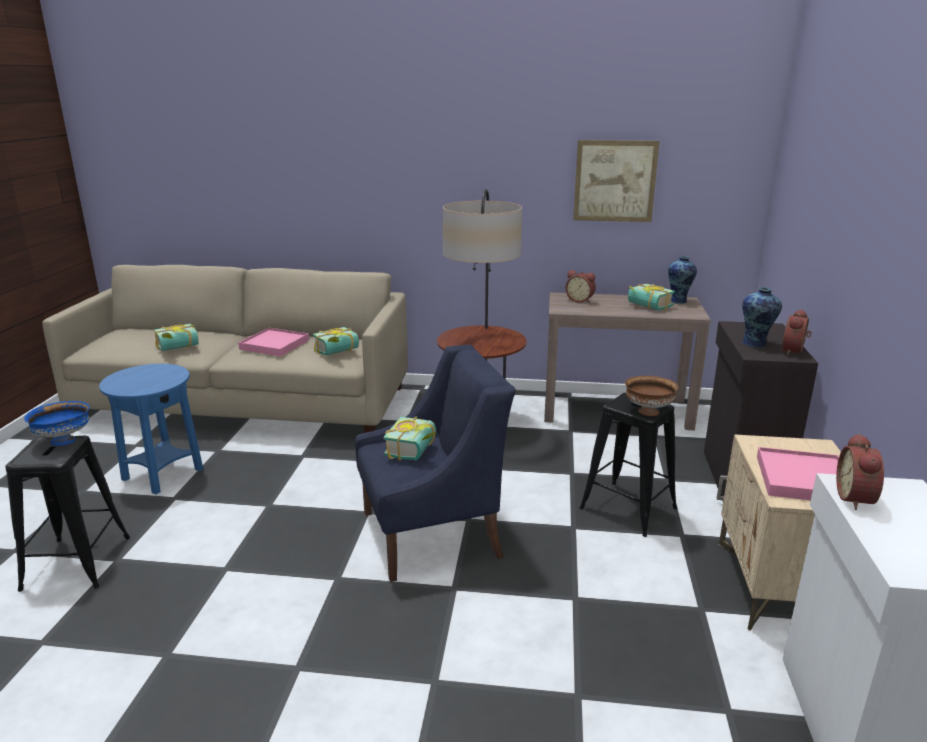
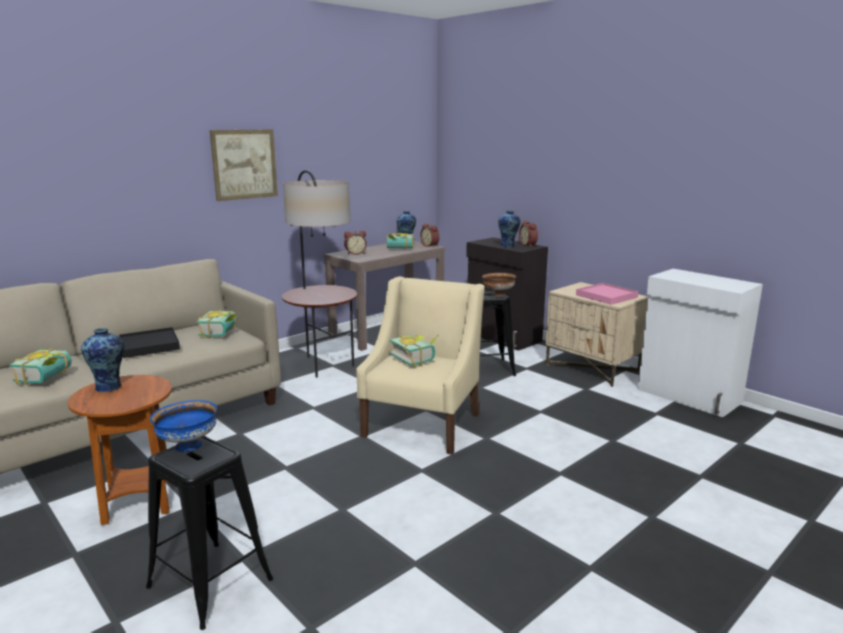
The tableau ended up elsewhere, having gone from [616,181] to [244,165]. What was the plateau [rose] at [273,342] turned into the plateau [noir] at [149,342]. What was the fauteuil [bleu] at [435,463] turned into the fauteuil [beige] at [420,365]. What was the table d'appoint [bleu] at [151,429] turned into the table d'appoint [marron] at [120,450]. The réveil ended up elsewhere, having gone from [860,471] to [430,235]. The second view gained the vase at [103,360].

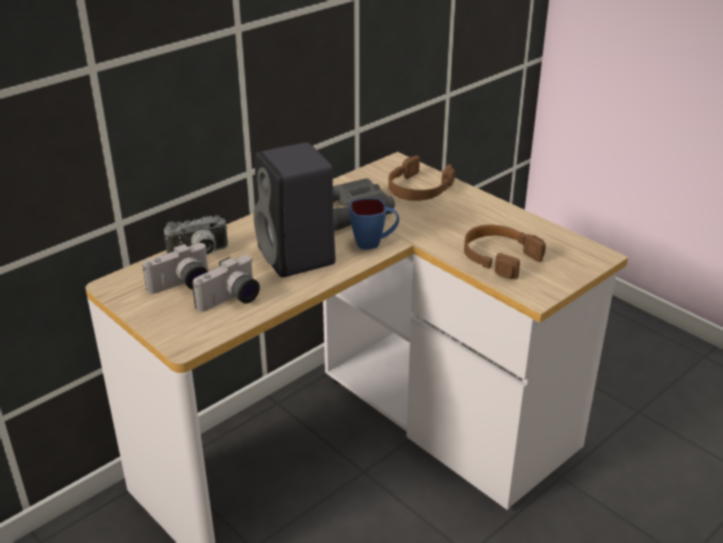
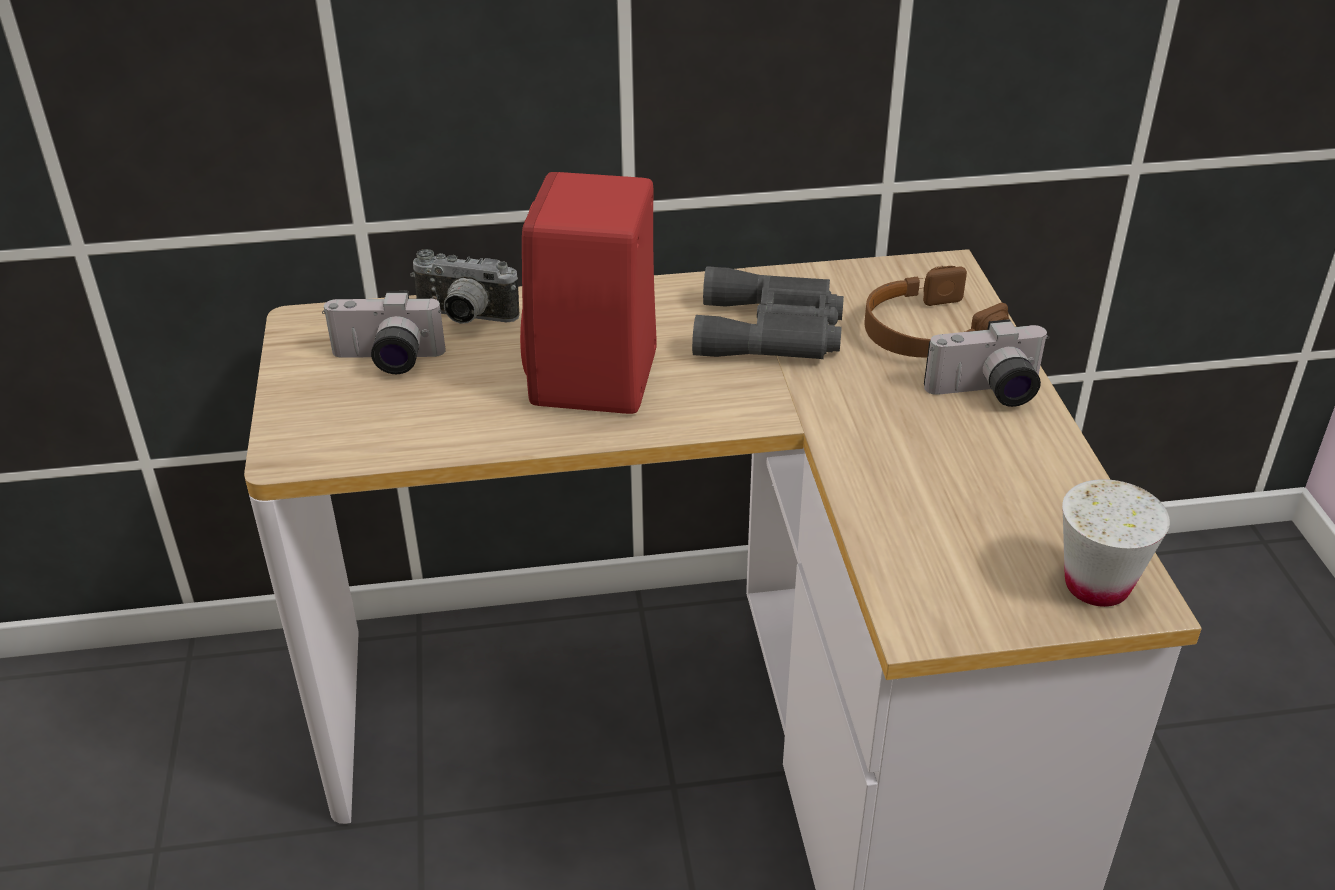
What was the enceinte [noir] at [295,209] turned into the enceinte [rouge] at [588,293]. The second view lost the mug [bleu] at [374,224]. The second view lost the casque audio [marron] at [505,252]. The appareil photo ended up elsewhere, having gone from [226,283] to [986,363]. The second view gained the tasse [blanc] at [1116,543].

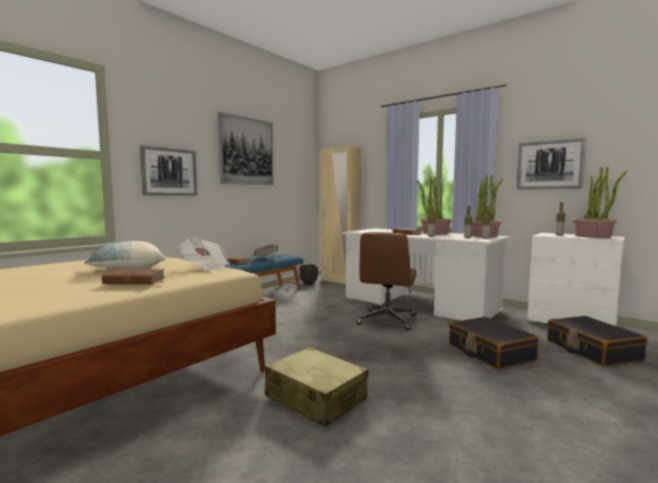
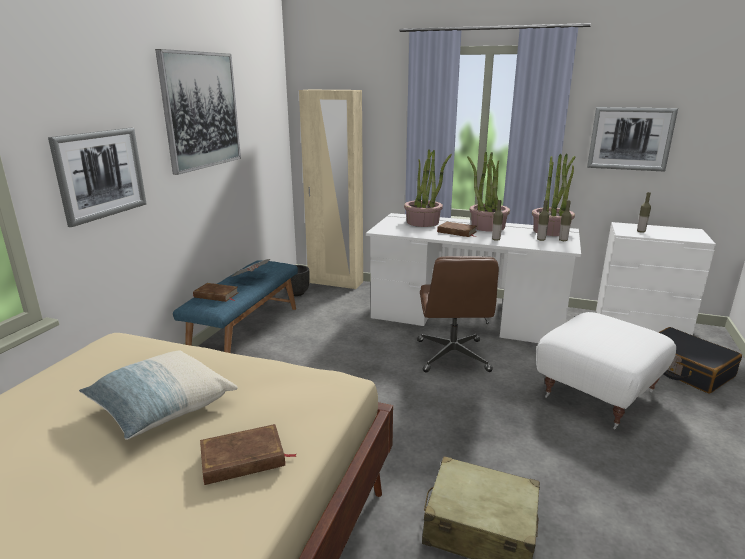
The plante en pot ended up elsewhere, having gone from [599,202] to [428,188]. The second view lost the journal at [204,254]. Where the valise [noir] stood at [494,343], the pouf [blanc] came to stand at [606,371].

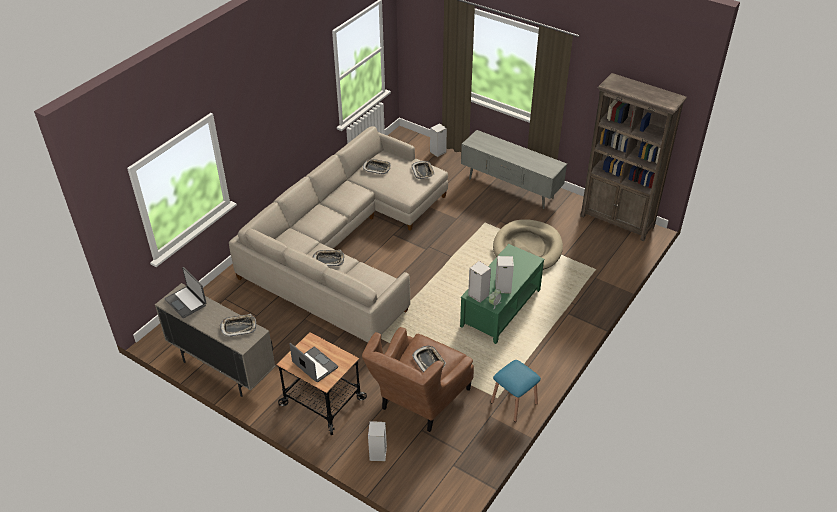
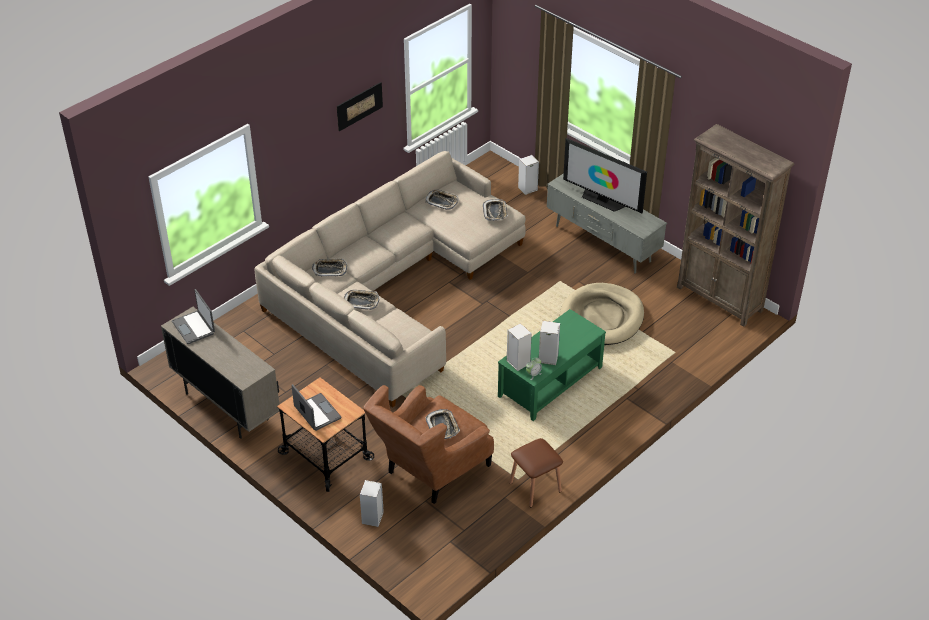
The plateau ended up elsewhere, having gone from [238,325] to [329,267]. What was the tabouret [bleu] at [516,391] turned into the tabouret [marron] at [536,472]. The second view gained the tableau at [360,106]. The second view gained the téléviseur at [605,175].

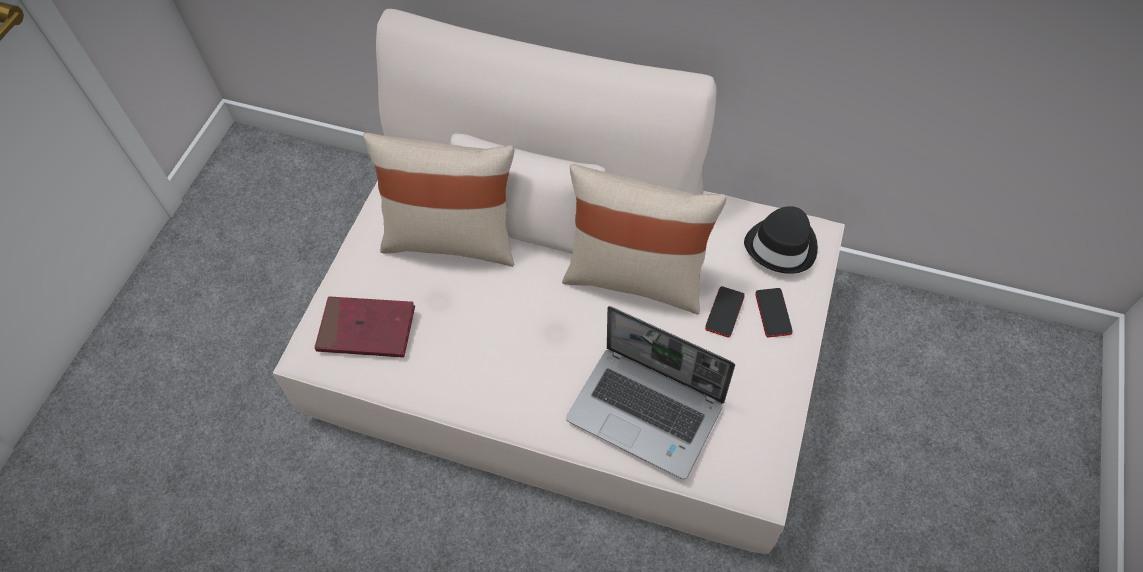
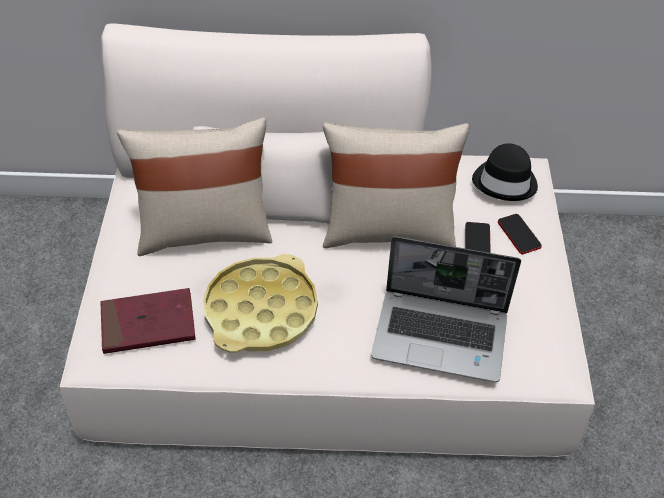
The second view gained the plateau [jaune] at [260,303].

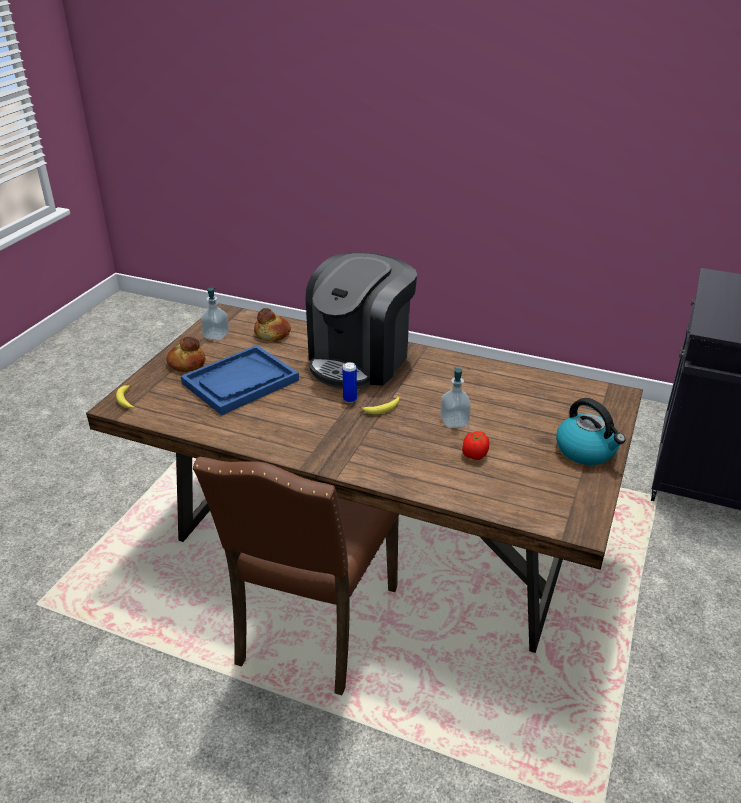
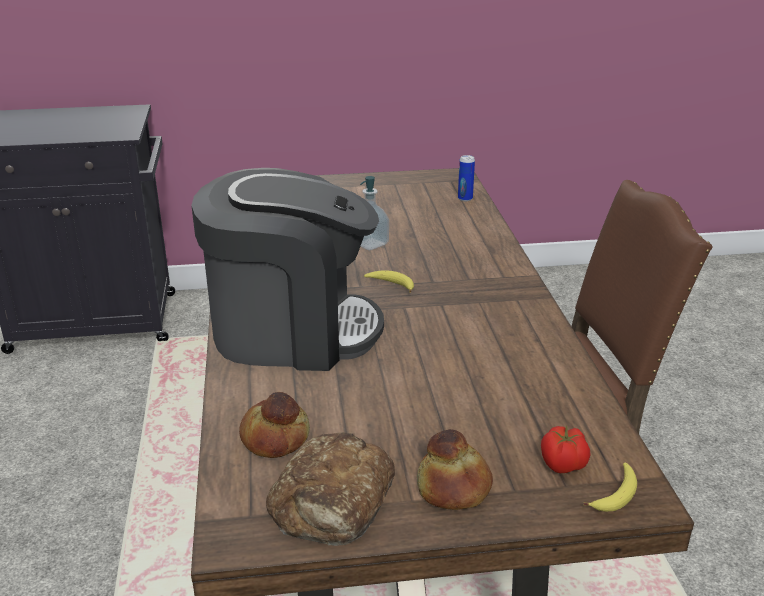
Where the distributeur de savon stood at [215,314], the pain came to stand at [330,489]. The second view lost the plateau [bleu] at [240,380]. The boîte métallique ended up elsewhere, having gone from [349,382] to [466,178]. The second view lost the bouilloire at [591,431]. The tomate ended up elsewhere, having gone from [475,445] to [566,449].

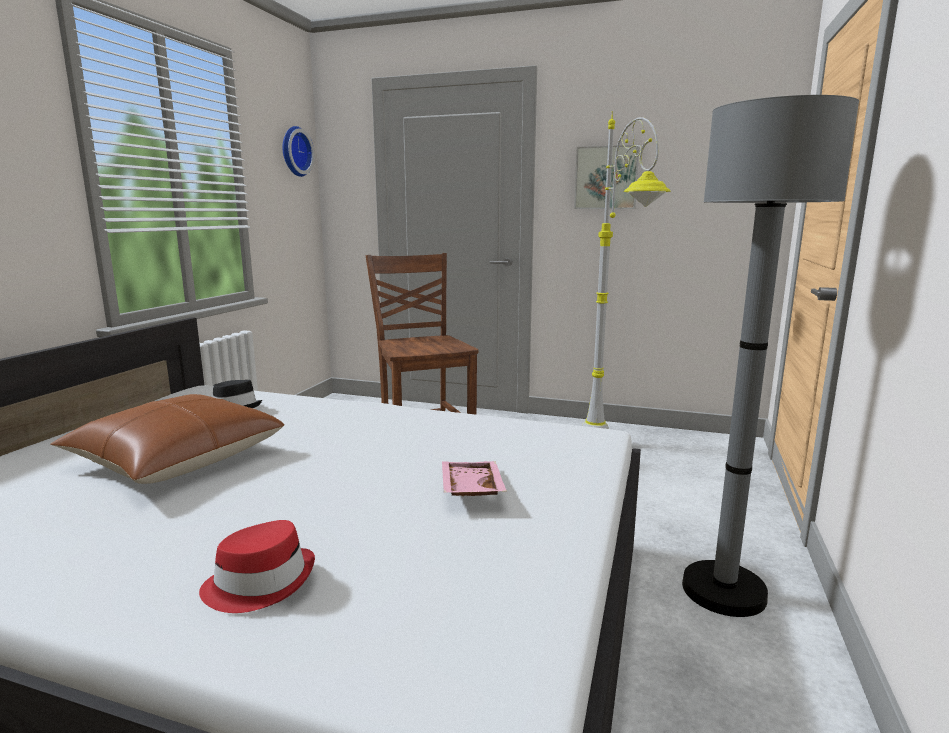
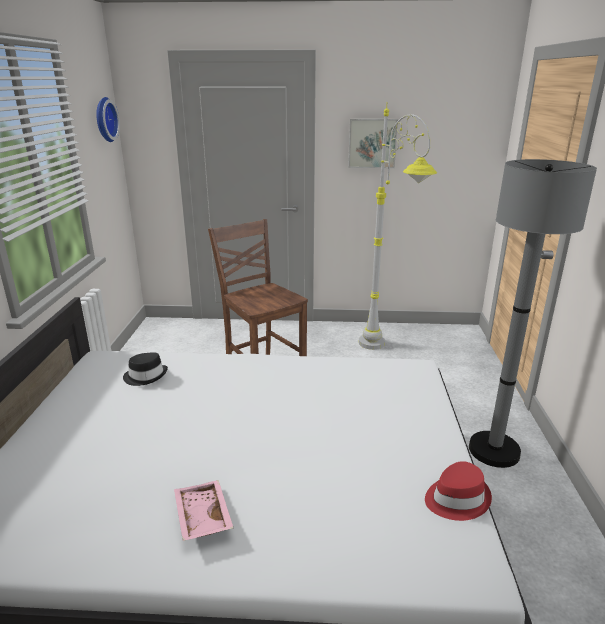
The second view lost the coussin [marron] at [167,439]. The plateau [rose] ended up elsewhere, having gone from [474,478] to [203,510]. The chapeau [rouge] ended up elsewhere, having gone from [257,566] to [458,491].

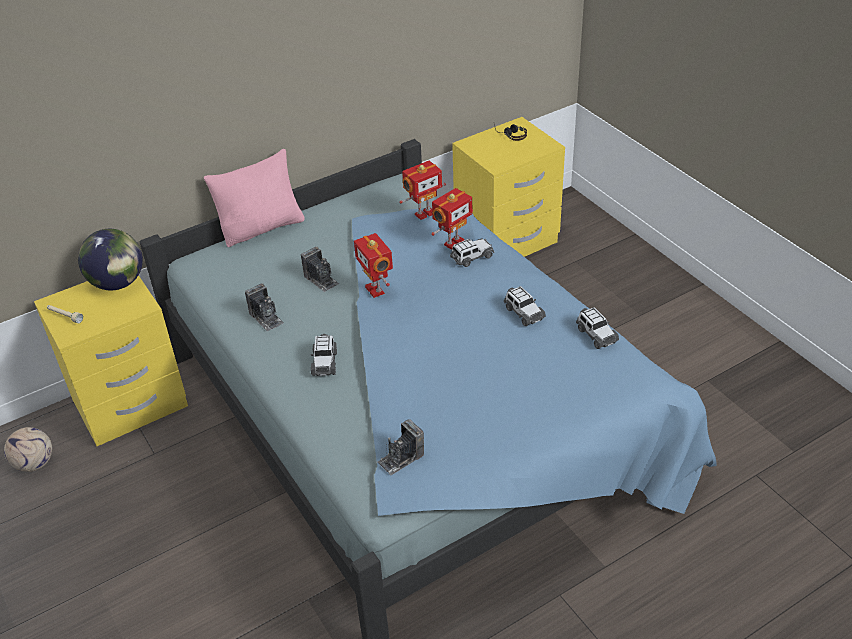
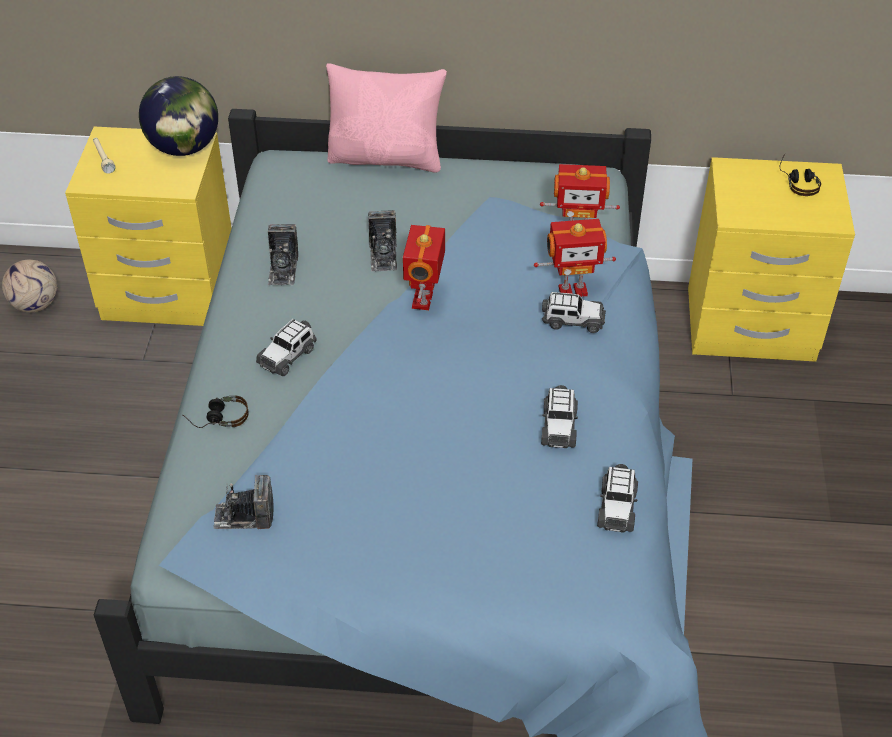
The second view gained the casque audio at [216,412].

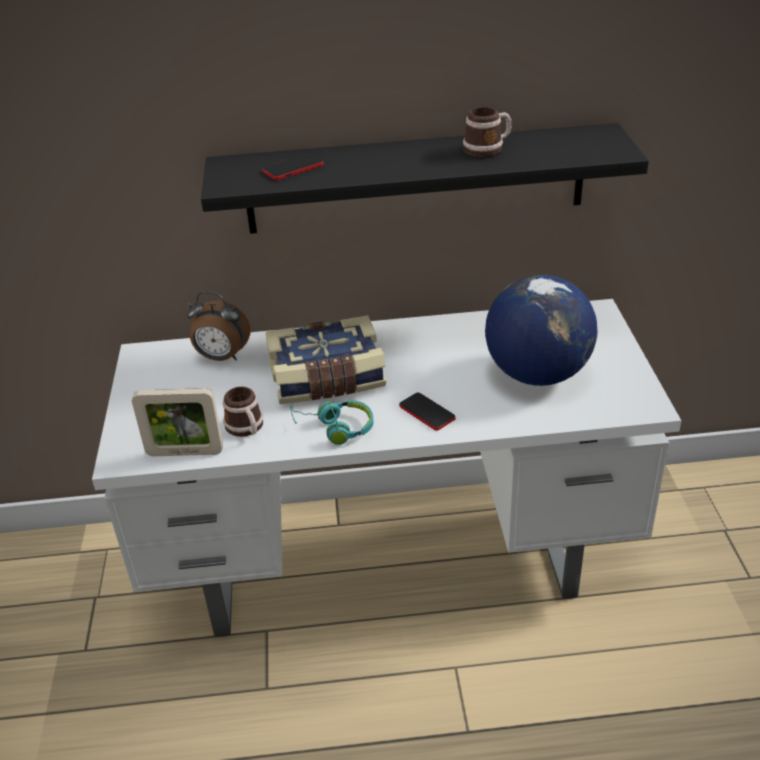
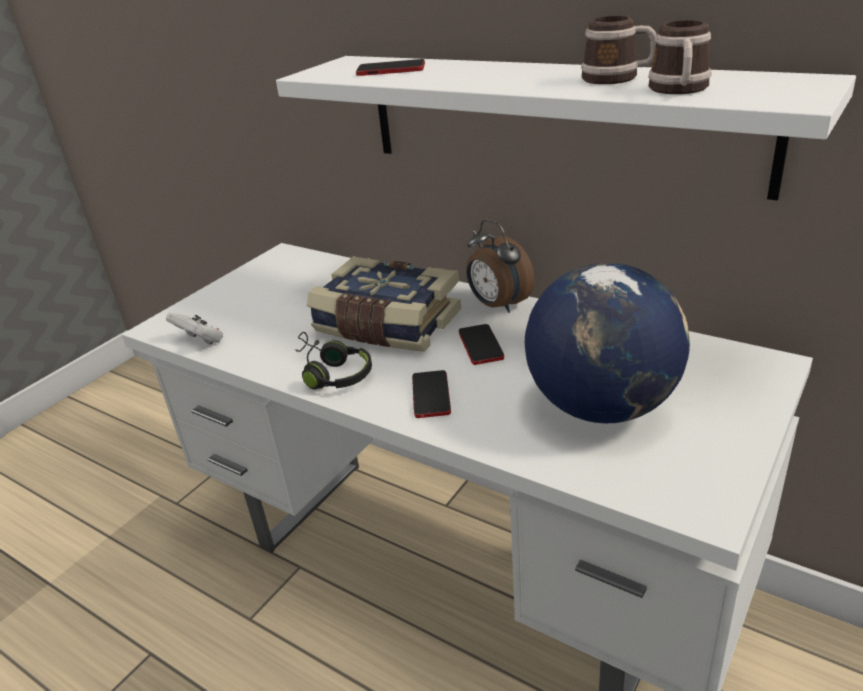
What was the étagère [noir] at [425,178] turned into the étagère [blanc] at [566,128]. The réveil ended up elsewhere, having gone from [218,326] to [500,266]. The mug ended up elsewhere, having gone from [243,412] to [679,57]. Where the cadre photo stood at [177,422], the manette [blanc] came to stand at [194,329]. What was the casque audio [turquoise] at [332,422] turned into the casque audio [noir] at [333,361]. The second view gained the téléphone at [481,344].

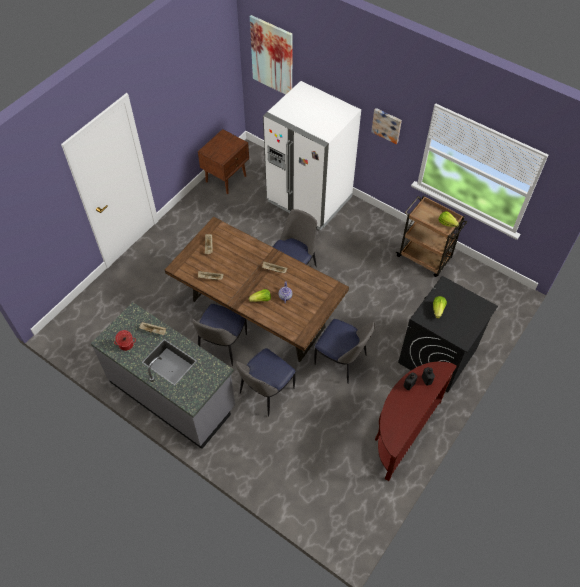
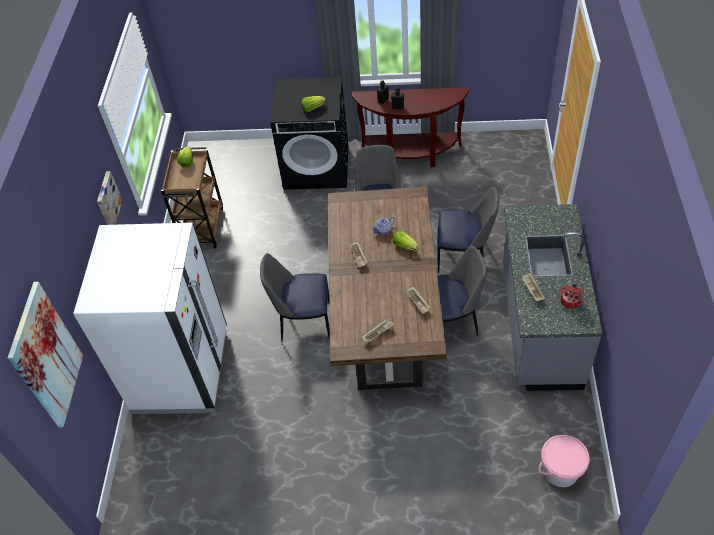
The second view lost the table de chevet [marron] at [223,161]. The second view gained the seau [rose] at [564,461].

